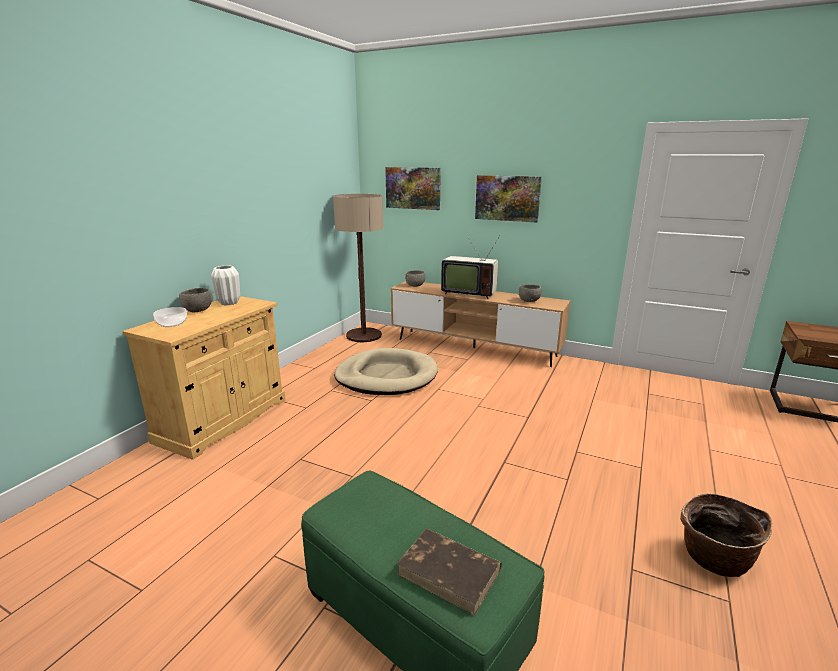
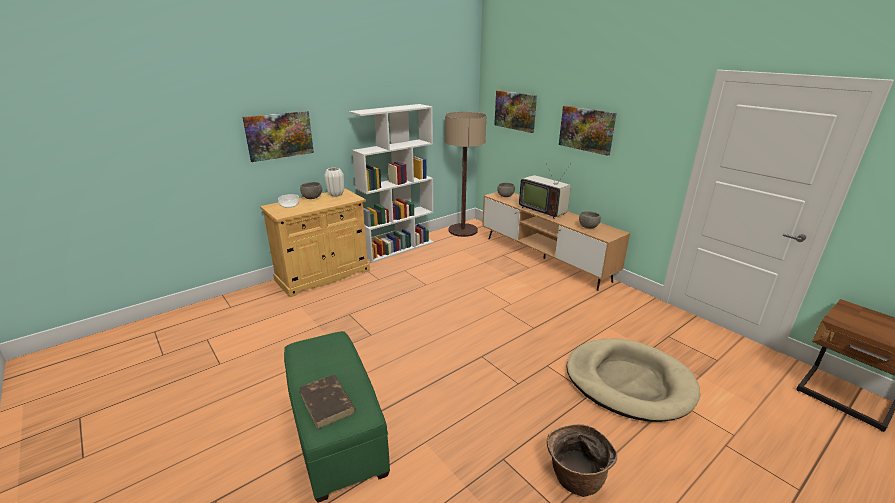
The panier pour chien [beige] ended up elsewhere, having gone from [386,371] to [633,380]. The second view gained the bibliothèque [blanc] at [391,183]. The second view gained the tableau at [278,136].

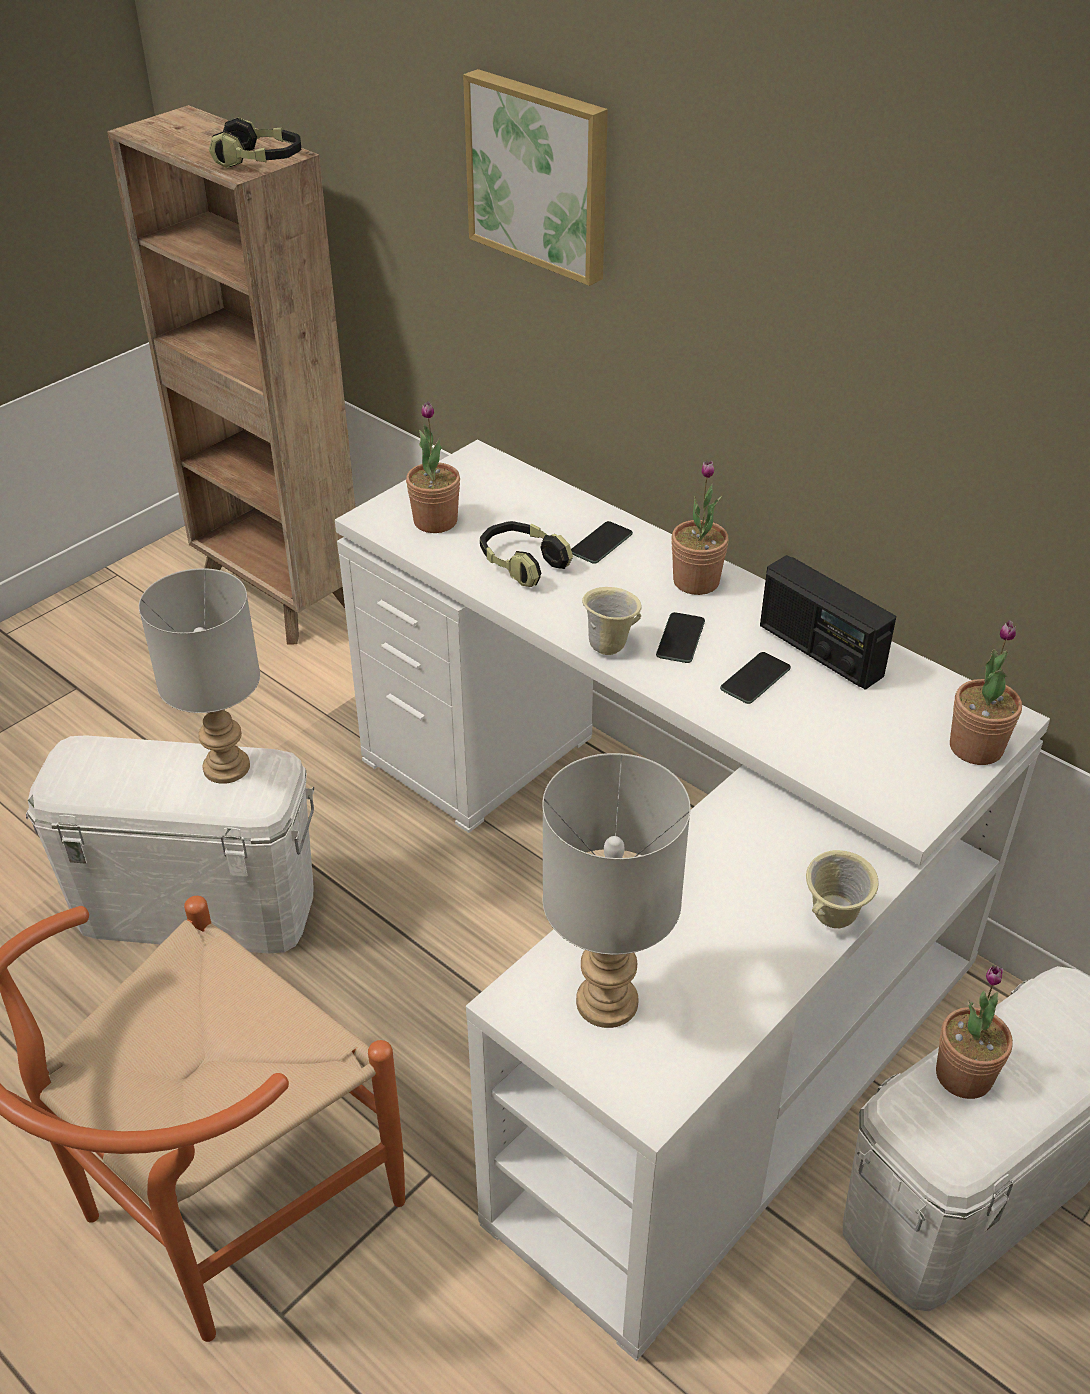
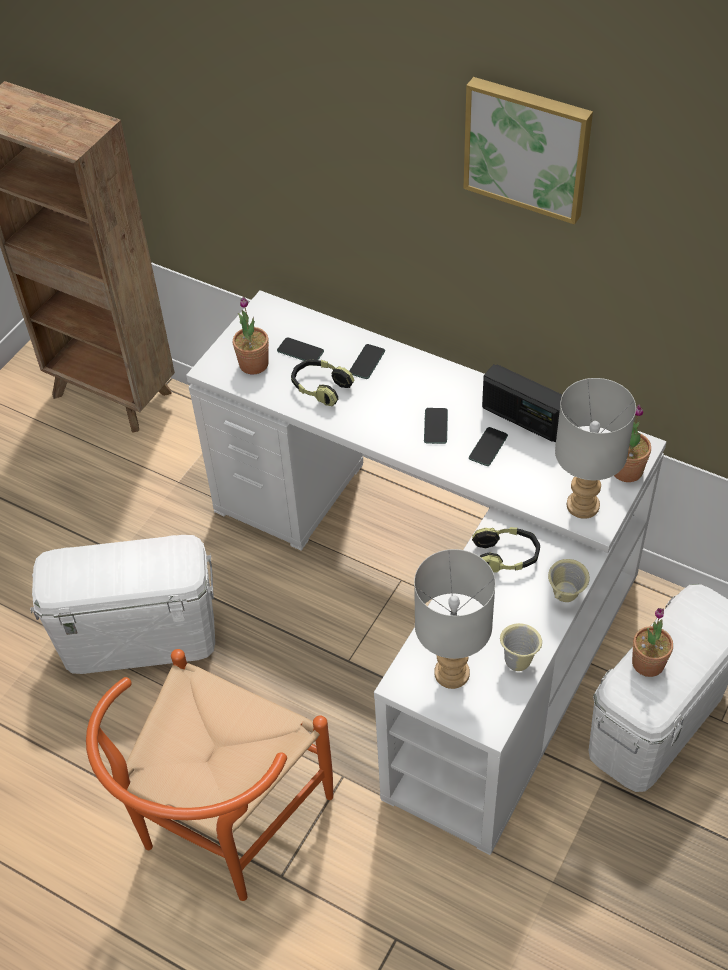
The tableau ended up elsewhere, having gone from [535,177] to [528,151]. The casque audio ended up elsewhere, having gone from [255,142] to [506,549]. The second view lost the plante en pot at [700,527]. The lampe de table [gris] ended up elsewhere, having gone from [199,676] to [595,448]. The mug [beige] ended up elsewhere, having gone from [612,621] to [521,647]. The second view gained the téléphone at [300,349].

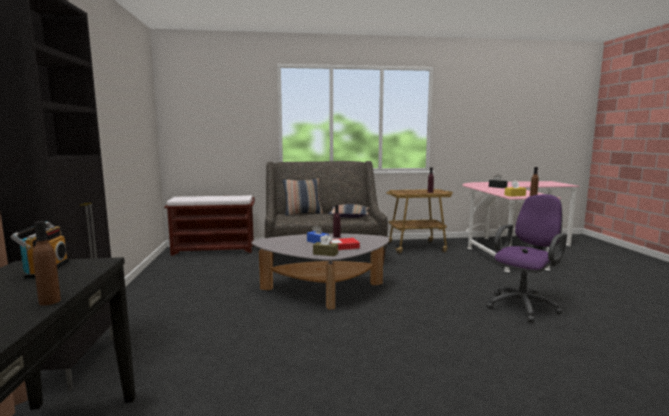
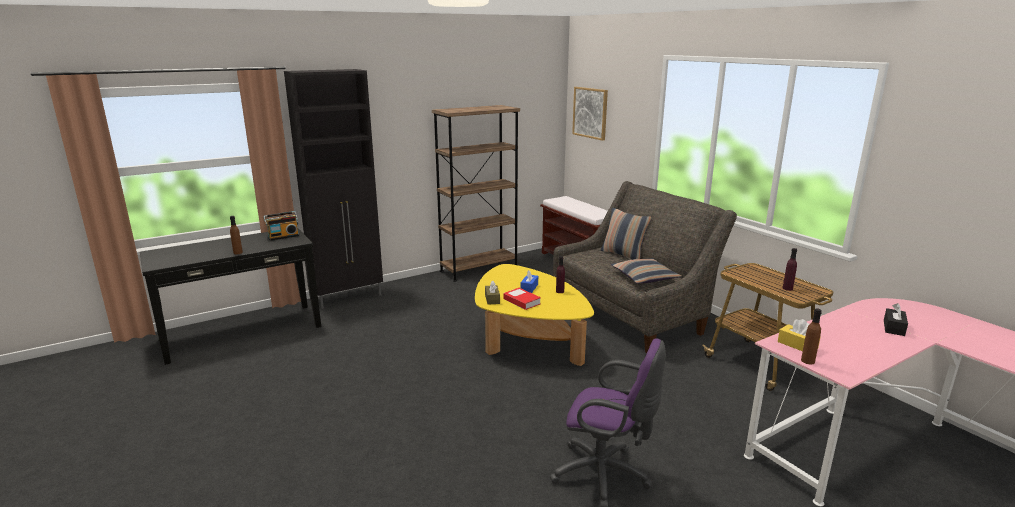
What was the table basse [gris] at [320,271] turned into the table basse [jaune] at [534,315]. The second view gained the tableau at [590,114]. The second view gained the bibliothèque [marron] at [476,193].

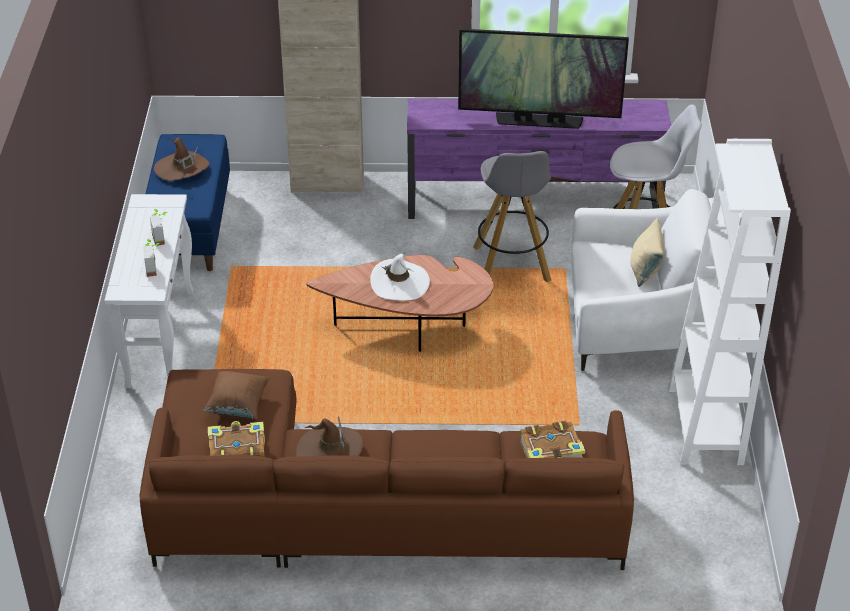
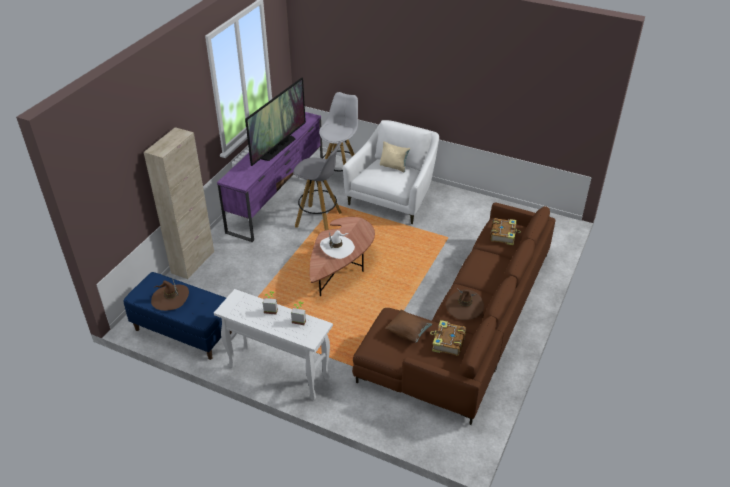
The second view lost the bibliothèque [blanc] at [730,302].

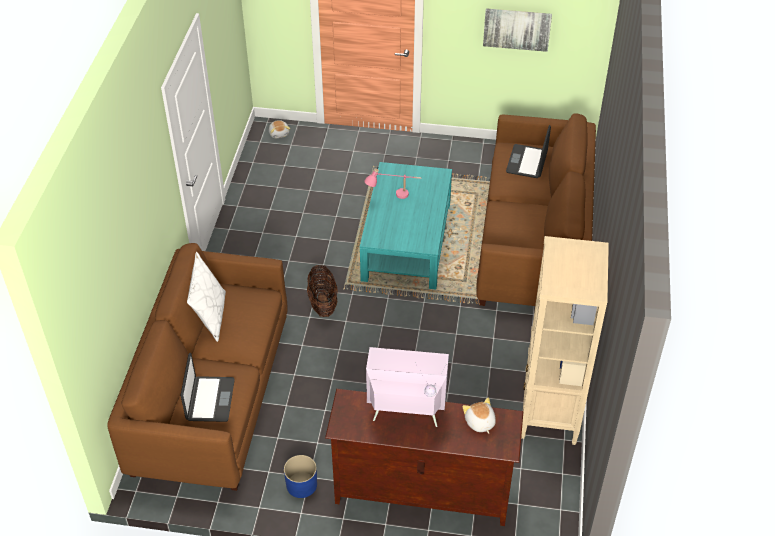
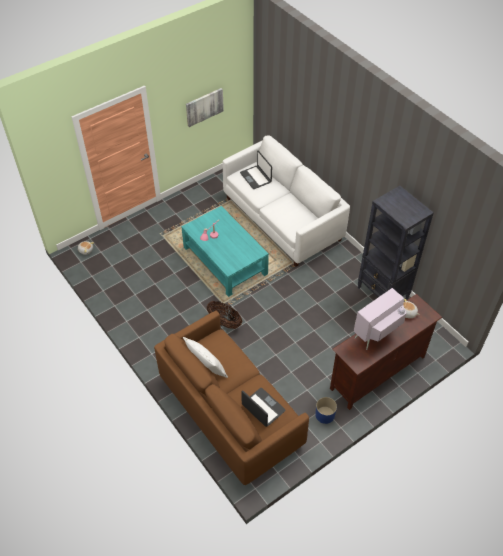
What was the canapé [marron] at [536,209] turned into the canapé [blanc] at [286,201]. What was the bibliothèque [beige] at [565,340] turned into the bibliothèque [noir] at [396,242].

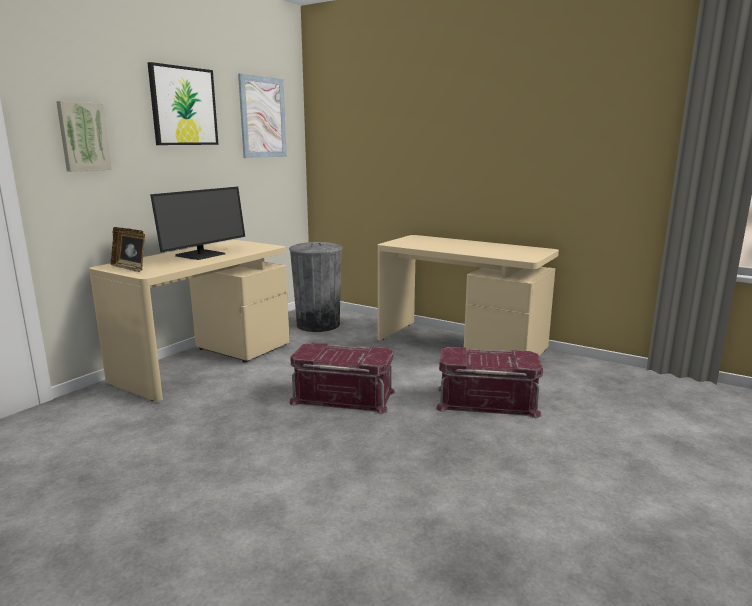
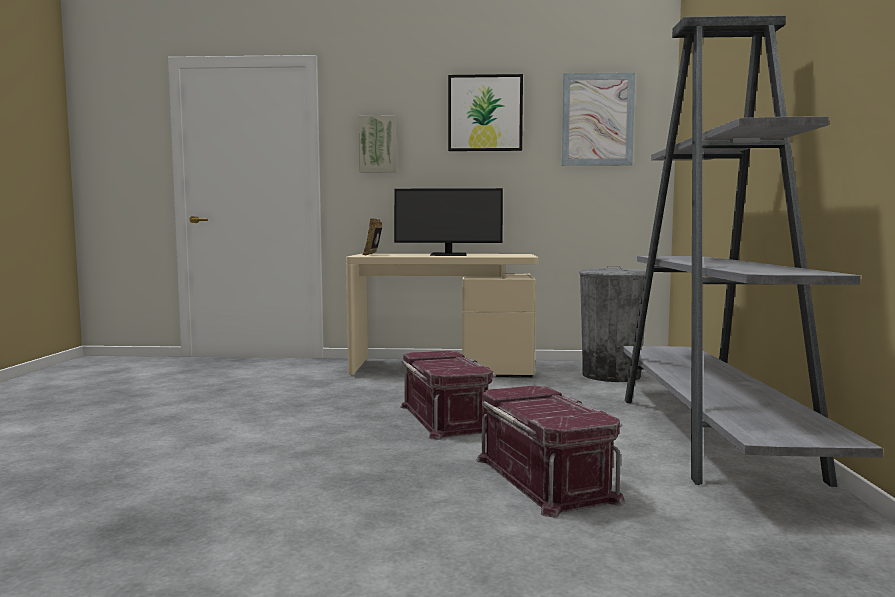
Where the bureau [beige] stood at [468,295], the bibliothèque [gris] came to stand at [753,251].

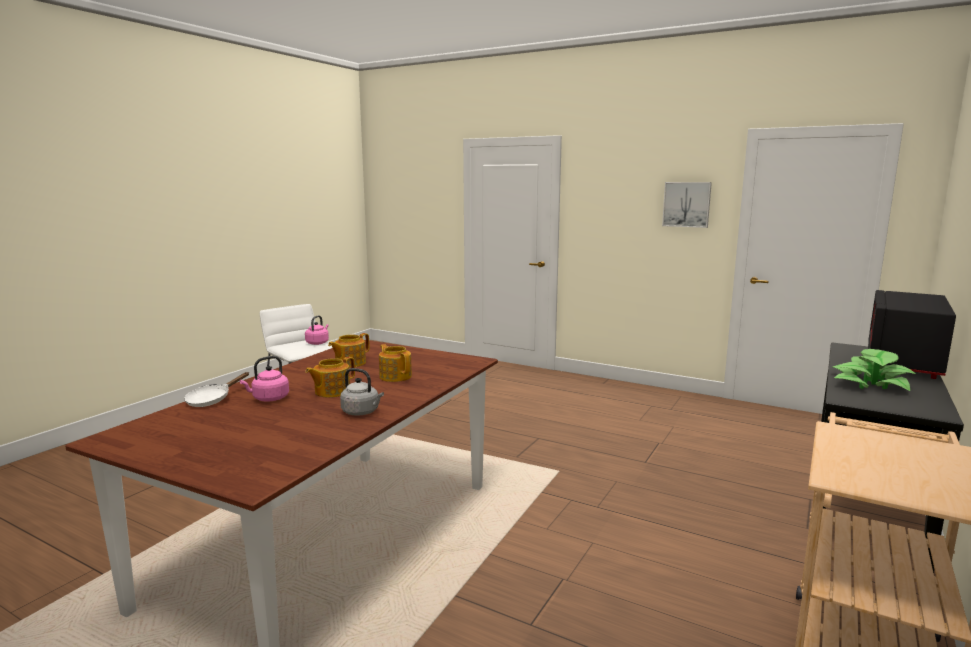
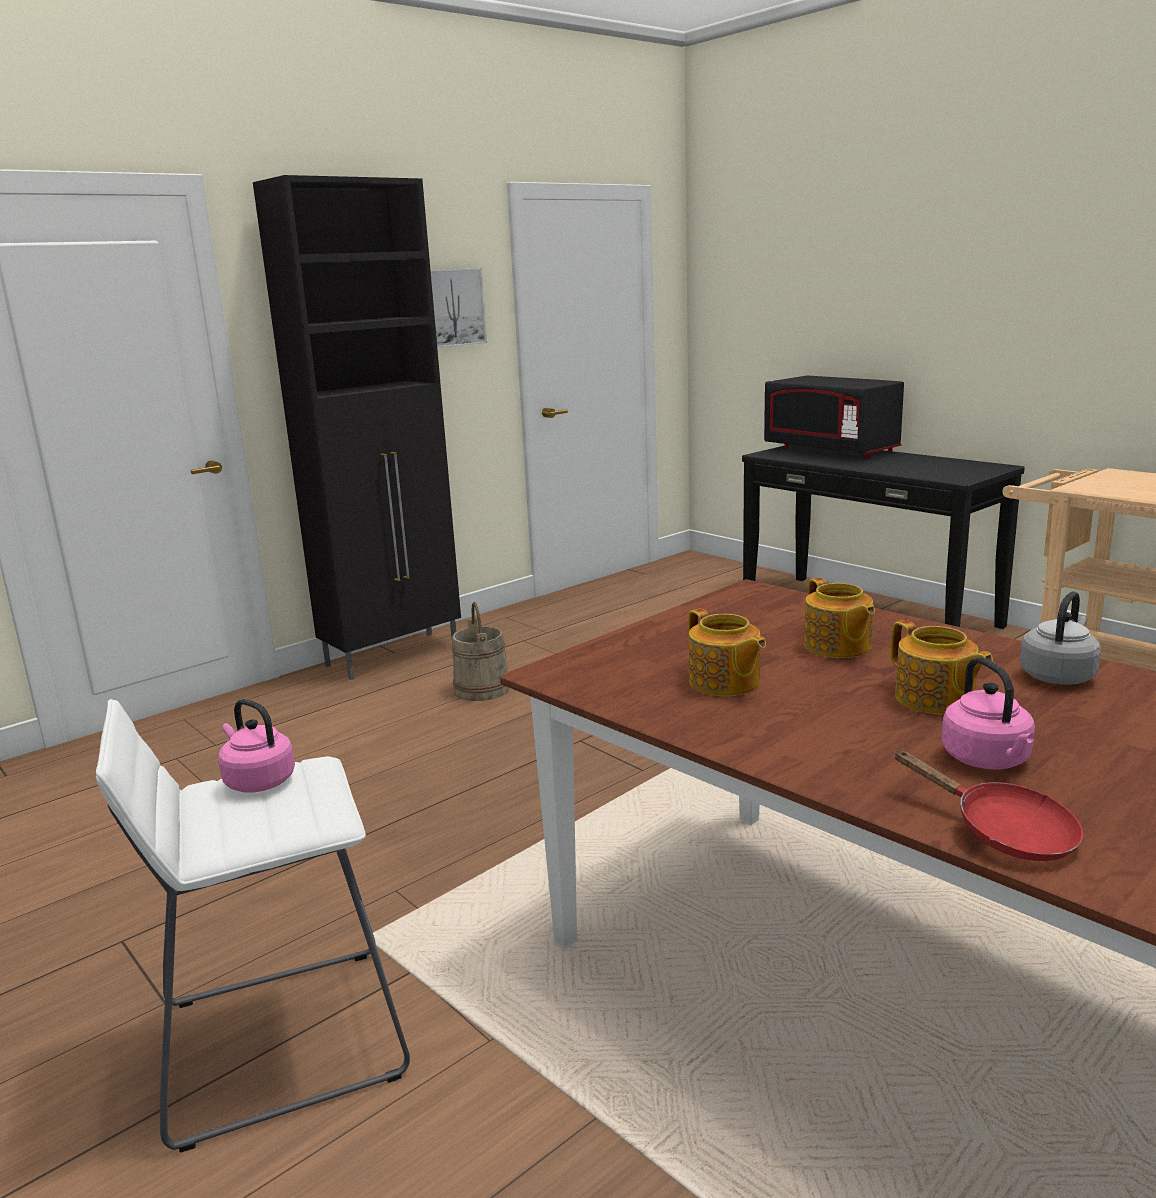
The théière at [395,363] ended up facing another way, 90 degrees counterclockwise from before. The second view lost the plante en pot at [874,370]. What was the poêle [blanc] at [216,389] turned into the poêle [rouge] at [988,805]. The second view gained the meuble de rangement [noir] at [357,427]. The second view gained the seau [beige] at [481,651].

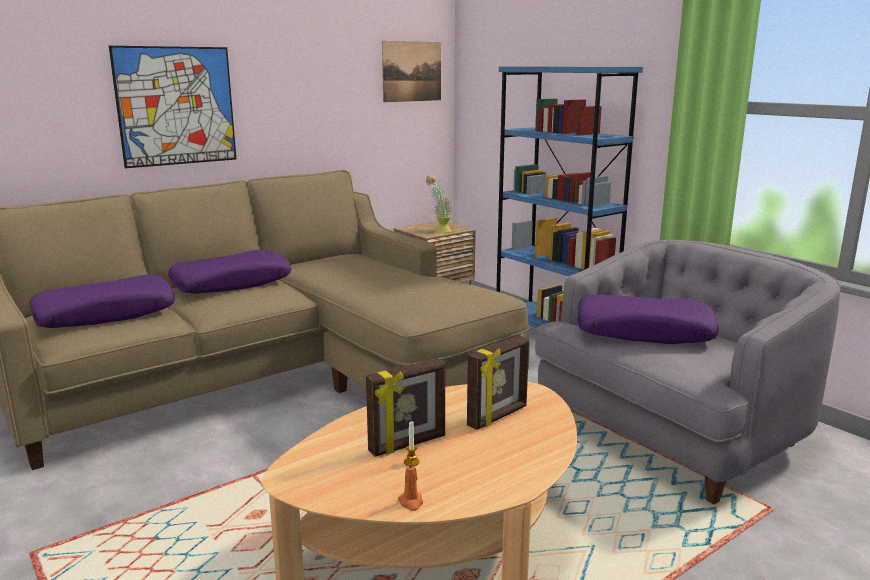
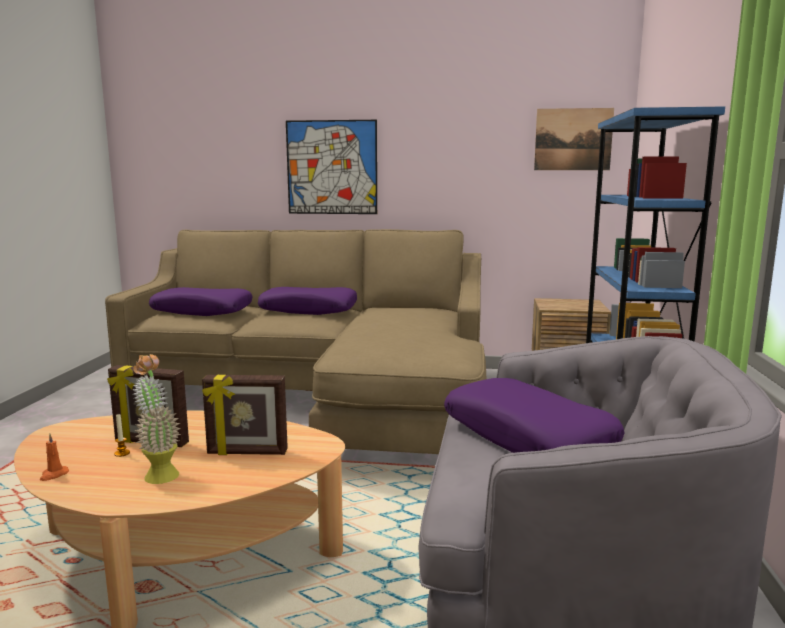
The plante en pot ended up elsewhere, having gone from [439,203] to [157,419].

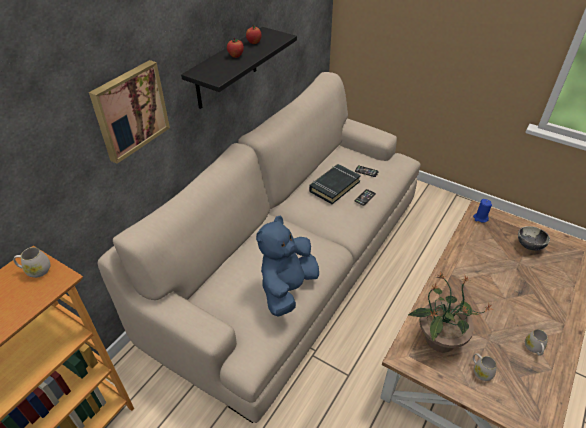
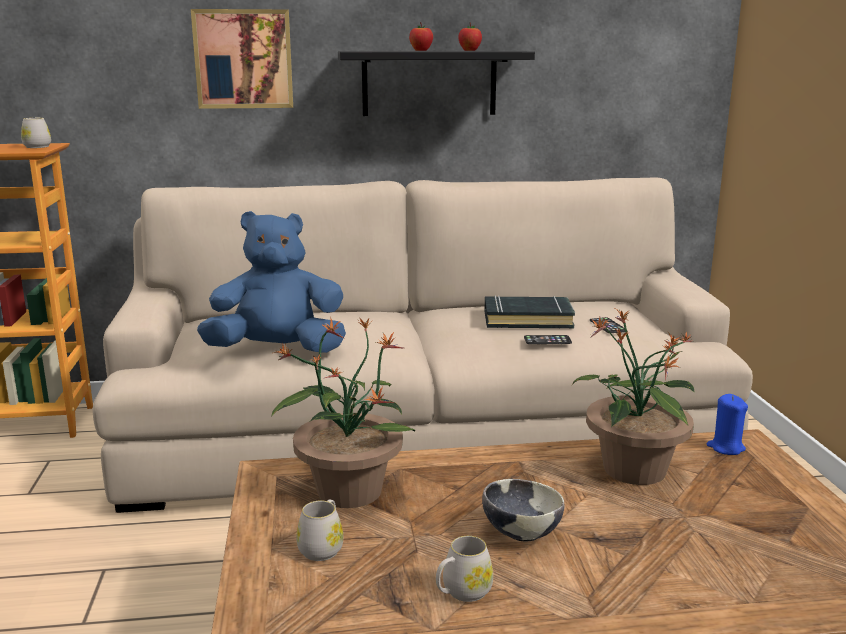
The bol ended up elsewhere, having gone from [534,238] to [523,510]. The second view gained the plante en pot at [633,397].

